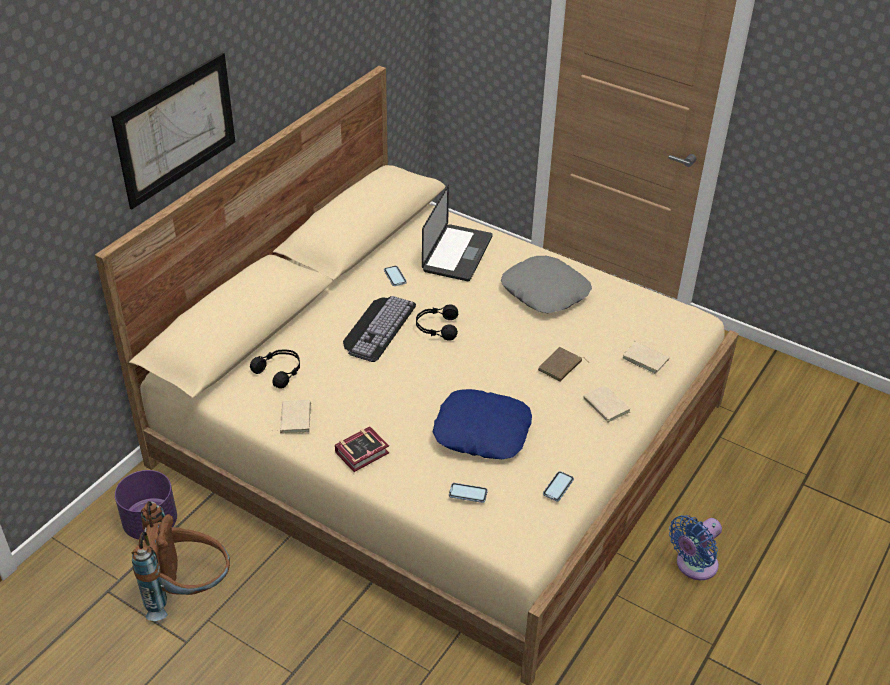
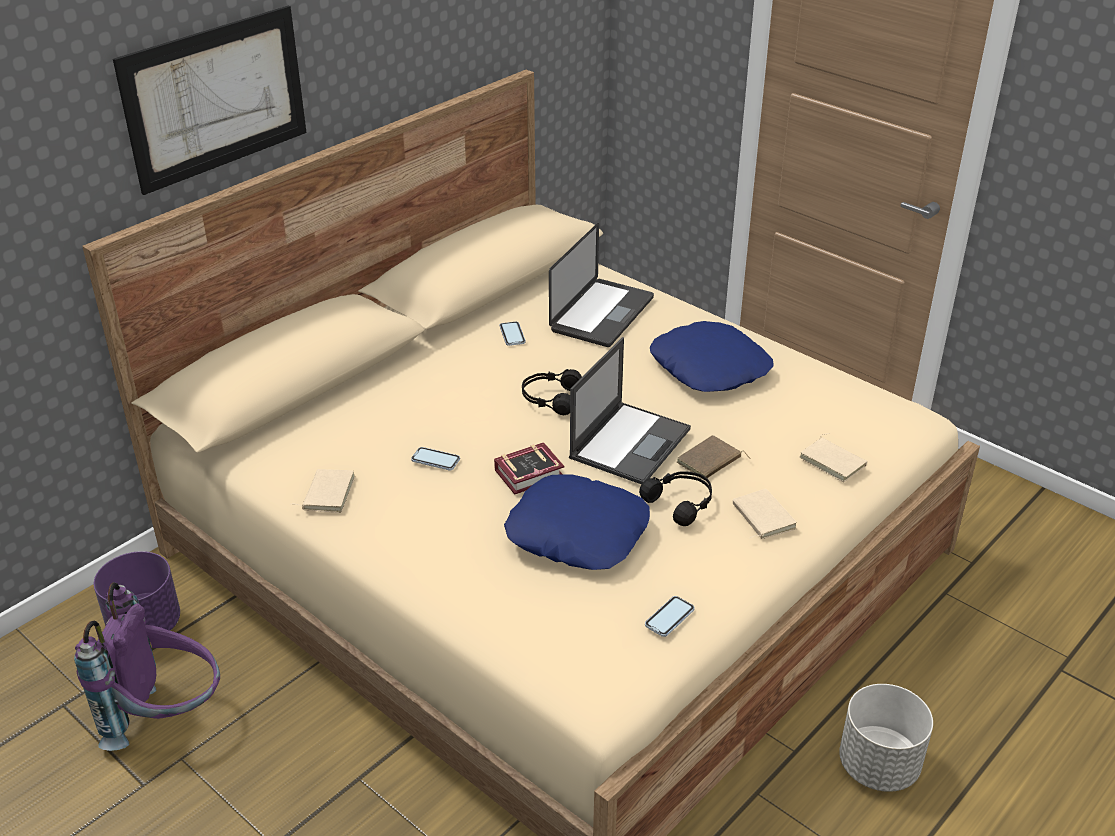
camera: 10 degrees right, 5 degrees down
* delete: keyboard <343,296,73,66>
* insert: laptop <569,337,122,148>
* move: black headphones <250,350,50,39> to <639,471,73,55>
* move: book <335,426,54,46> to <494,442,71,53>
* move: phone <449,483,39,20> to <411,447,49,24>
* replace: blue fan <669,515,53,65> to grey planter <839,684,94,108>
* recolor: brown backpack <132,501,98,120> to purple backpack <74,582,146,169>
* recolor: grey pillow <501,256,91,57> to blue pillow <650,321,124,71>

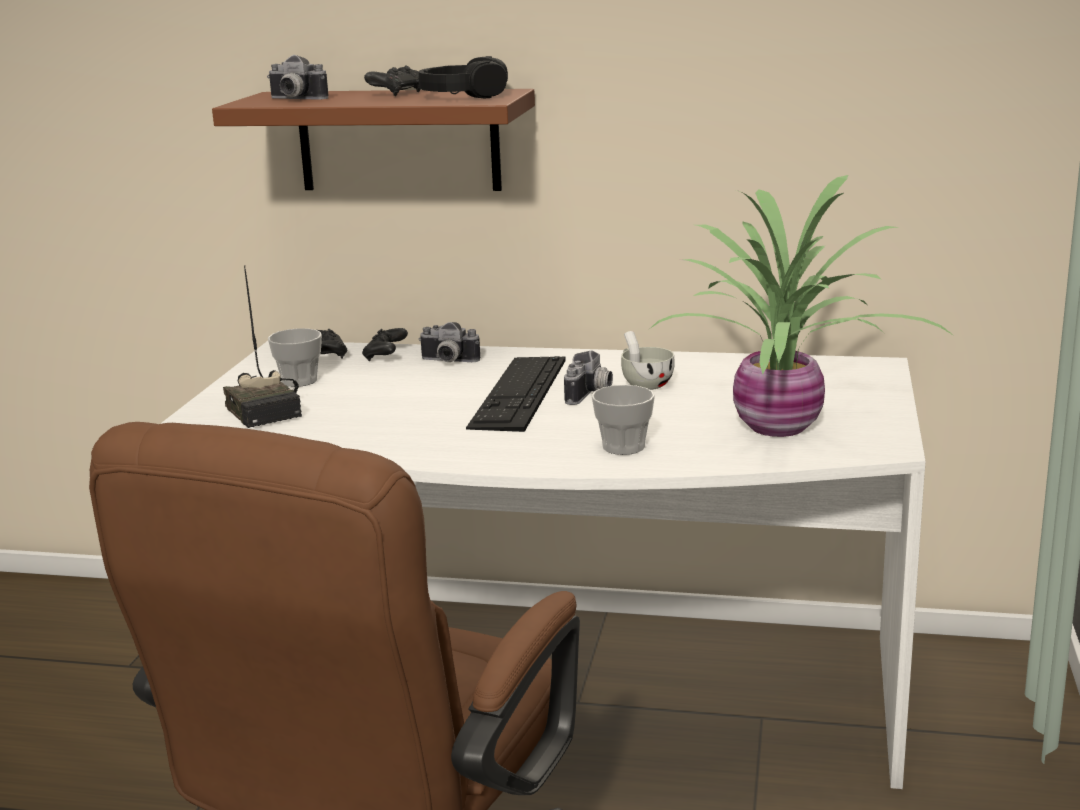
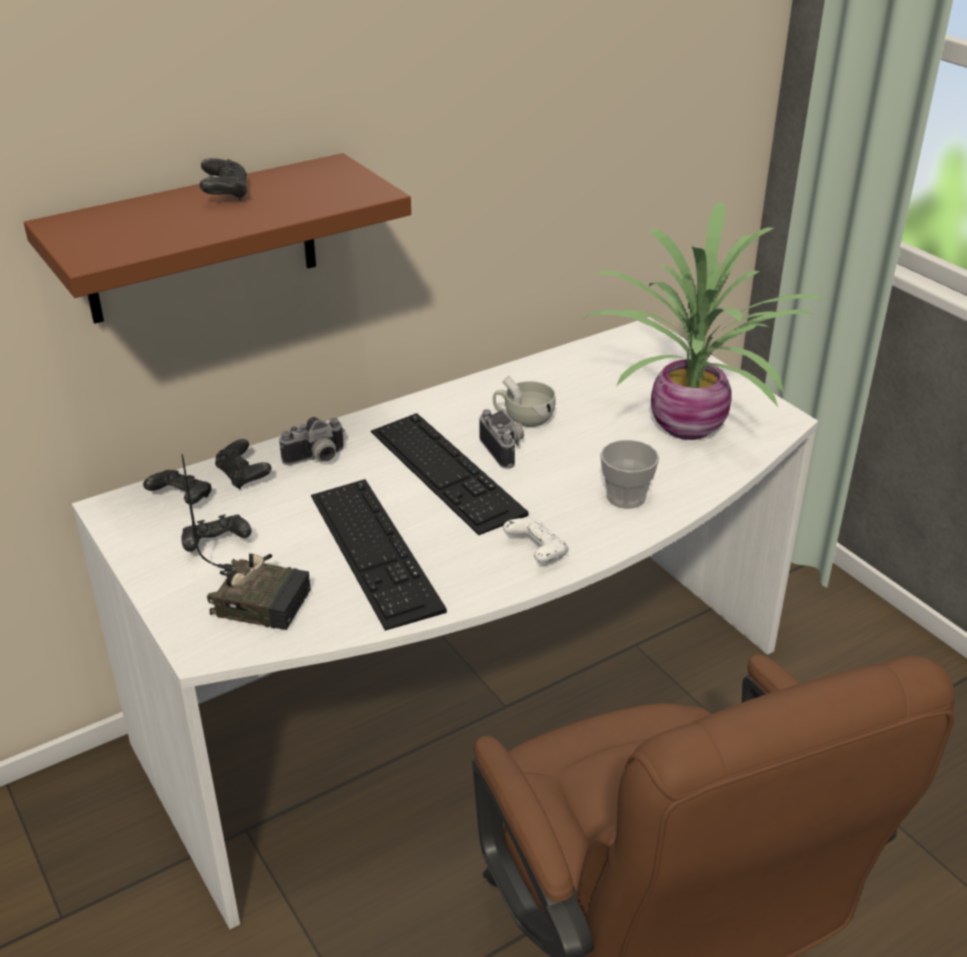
camera: 45 degrees left, 15 degrees up
* delete: photo camera <267,55,61,45>
* delete: black headphones <418,56,90,42>
* insert: keyboard <311,479,136,152>
* insert: white game controller <503,517,66,46>
* replace: cup <268,328,54,59> to black game controller <181,514,71,38>

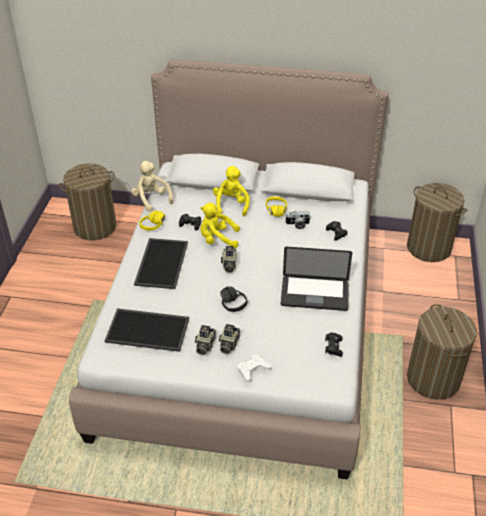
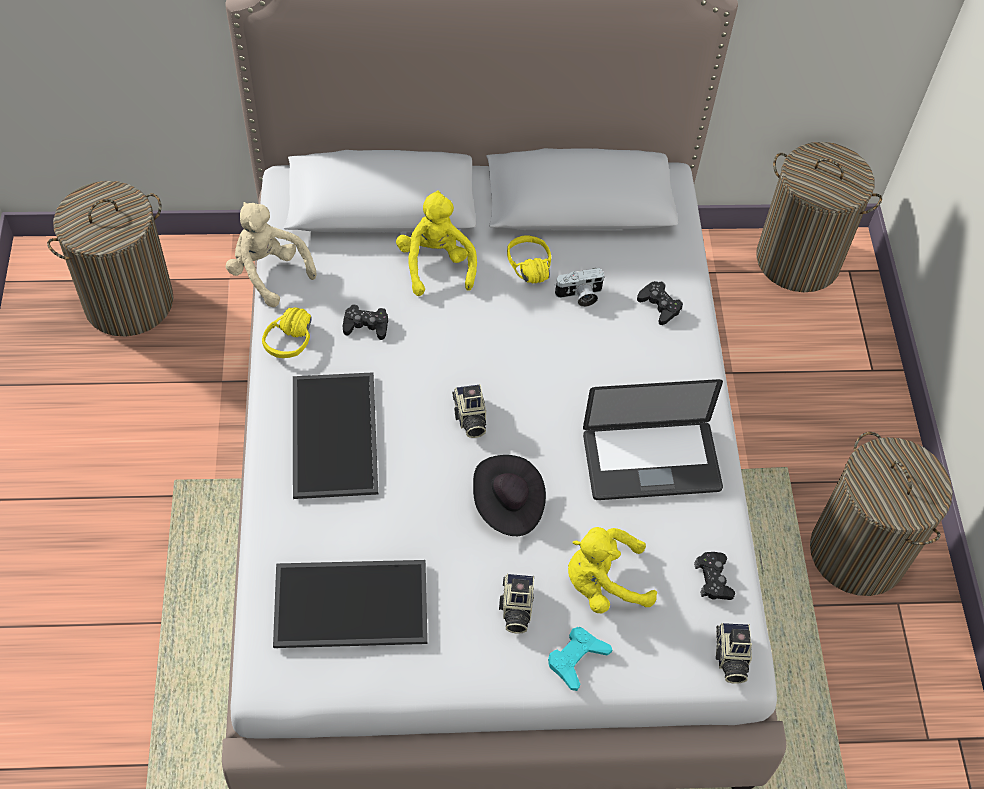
camera: 15 degrees left, 15 degrees up
* move: photo camera <195,325,21,30> to <716,623,36,61>
* move: yellow plush toy <200,203,40,46> to <568,527,89,87>
* replace: black headphones <220,287,28,25> to black hat <473,455,73,81>
* recolor: white game controller <238,354,34,28> to turquoise game controller <548,627,65,64>

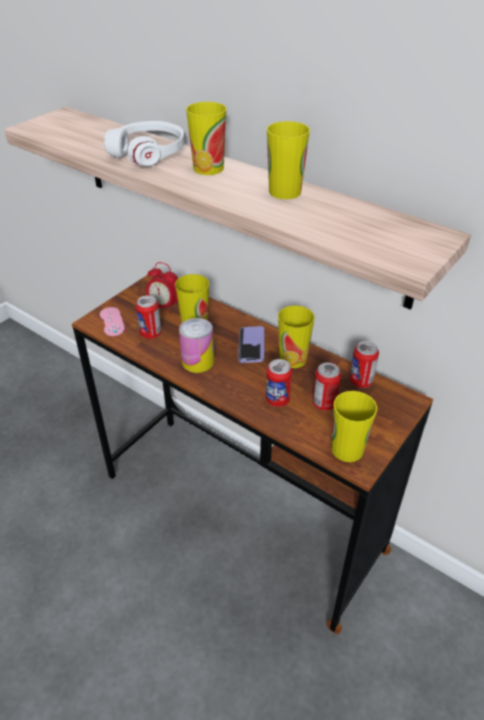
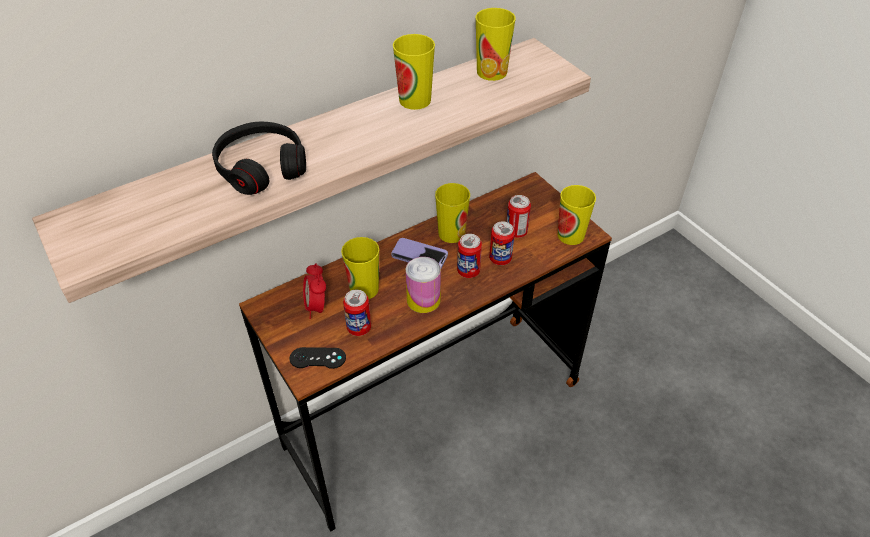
camera: 70 degrees left, 5 degrees up
* move: cup <186,102,41,73> to <475,8,41,73>
* move: can <349,341,30,47> to <457,234,25,44>
* recolor: pink game controller <100,307,25,29> to black game controller <290,347,56,22>
* recolor: white headphones <104,121,80,46> to black headphones <212,122,94,73>
* rotate: alarm clock <146,262,32,51> = <303,263,23,56> 120 degrees clockwise

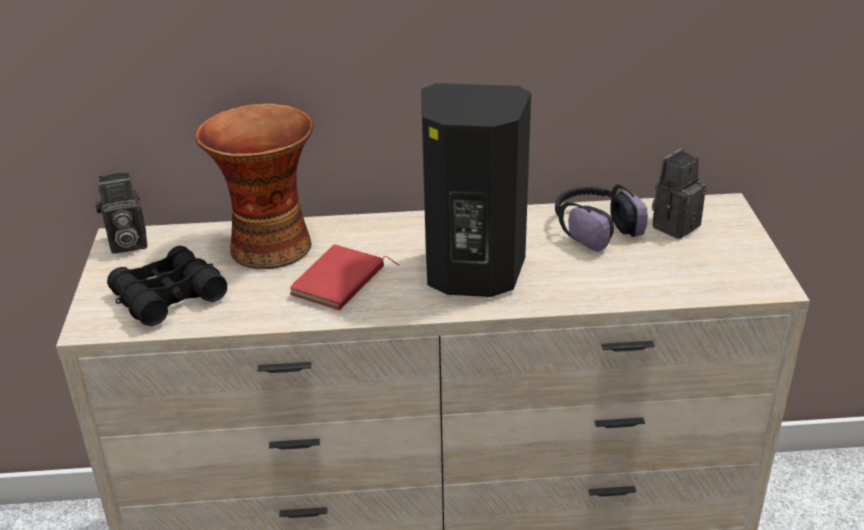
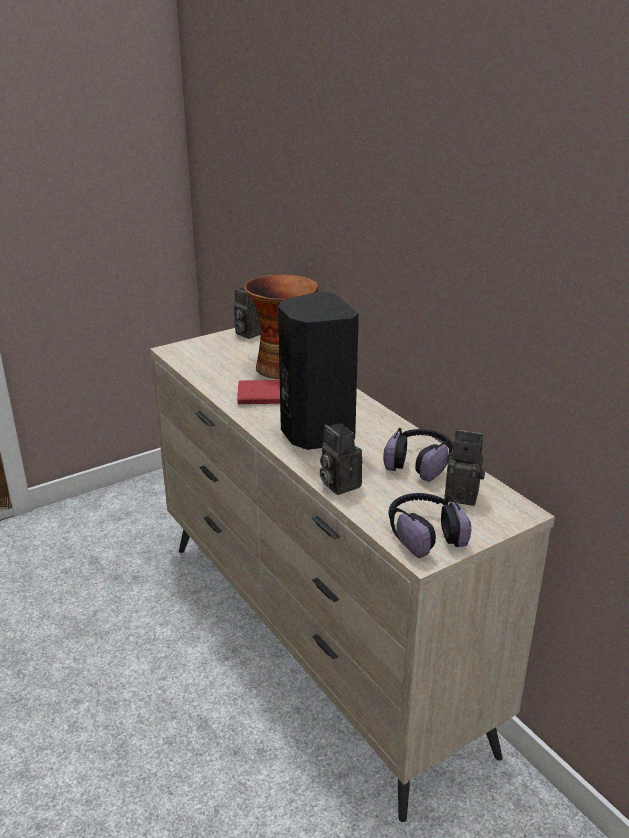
camera: 60 degrees right, 5 degrees down
* delete: black binoculars <107,246,120,80>
* insert: photo camera <320,423,42,72>
* insert: headphones <389,493,82,65>

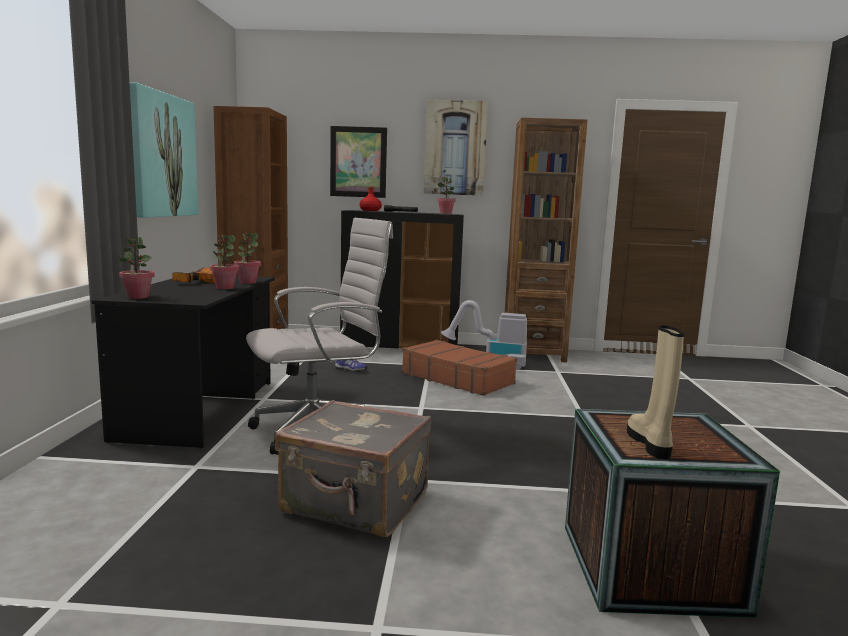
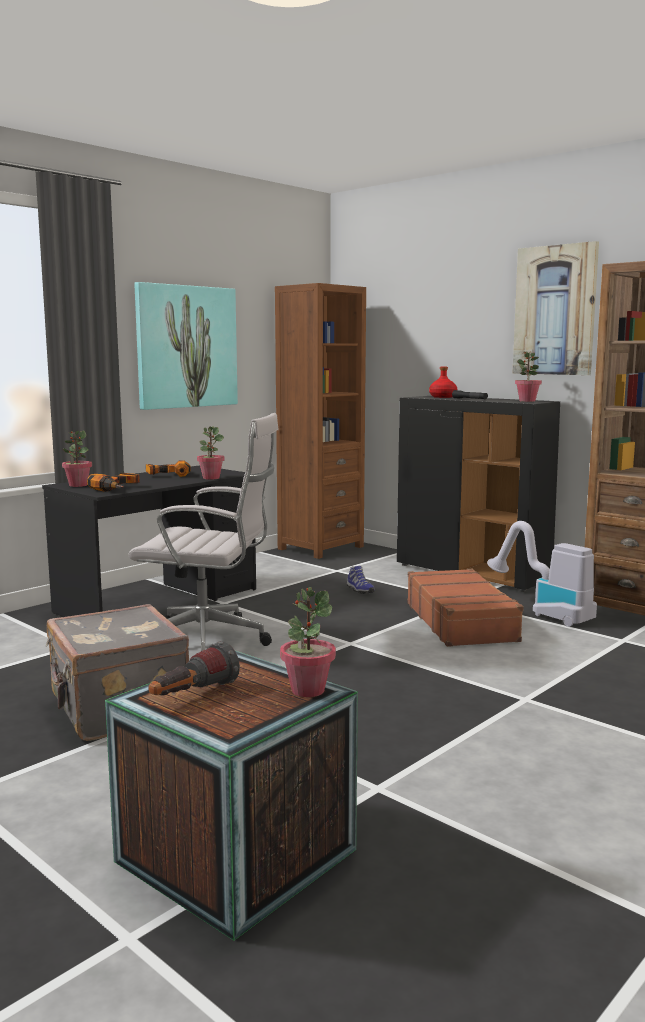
camera: 40 degrees right, 0 degrees up
* delete: picture <330,126,57,72>
* insert: power drill <87,473,53,19>
* move: potted plant <210,235,29,54> to <280,587,56,110>
* replace: beige boot <627,326,58,133> to flashlight <149,641,91,55>

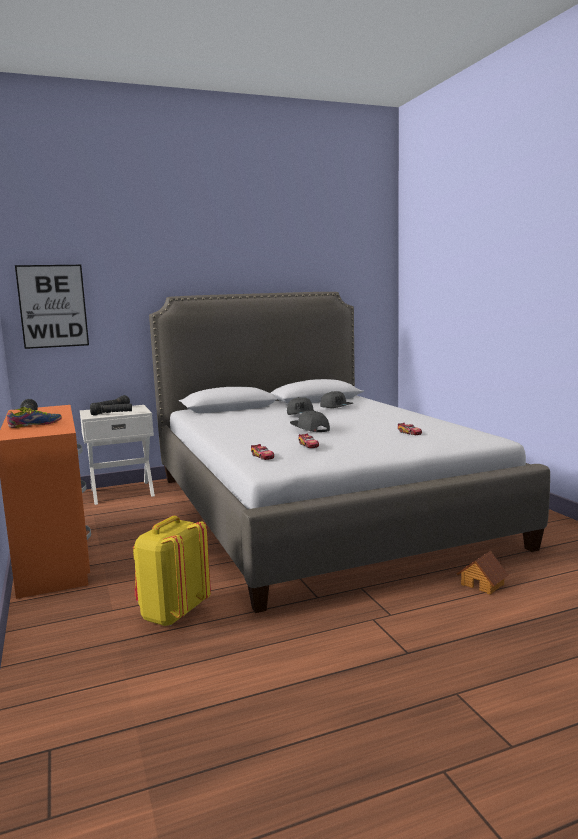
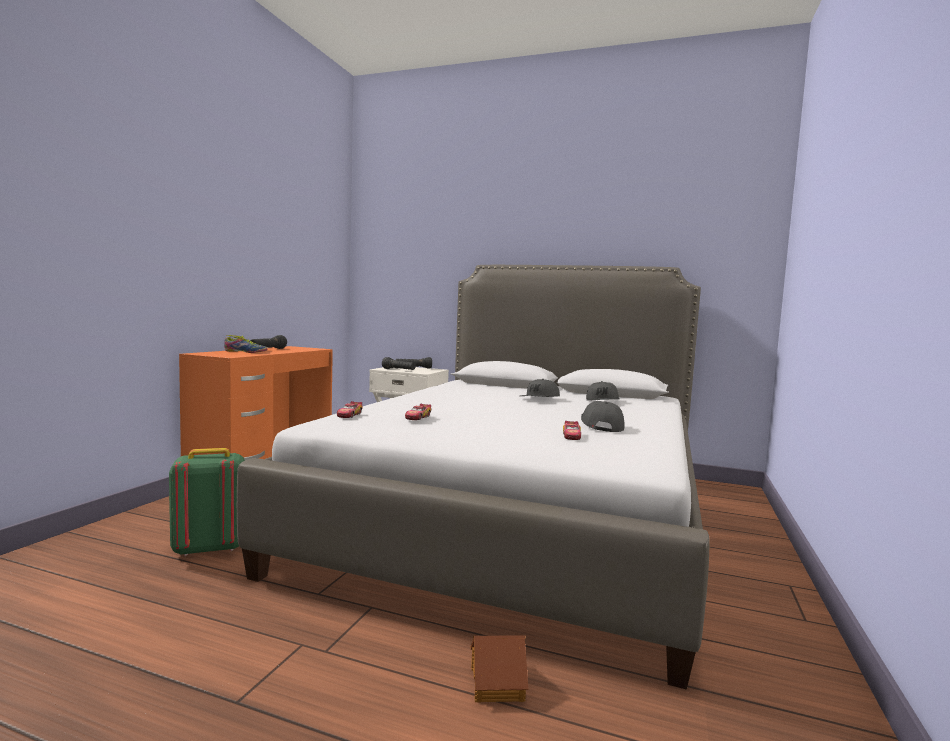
camera: 40 degrees right, 5 degrees down
* delete: picture <15,265,74,84>
* move: grey cap <290,411,40,21> to <581,401,44,31>
* recolor: yellow backpack <133,516,78,110> to green backpack <169,448,76,108>

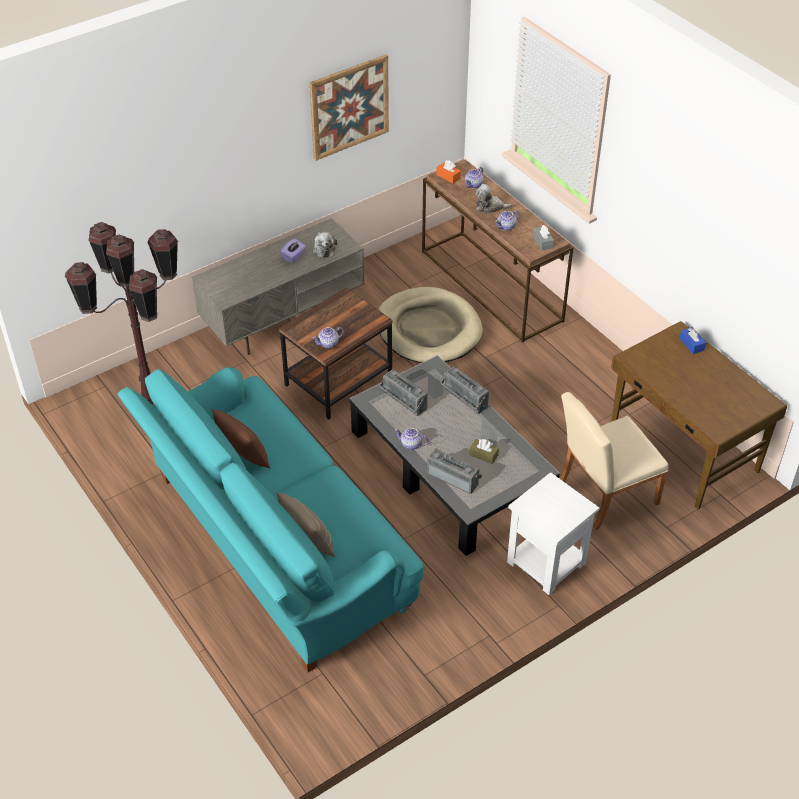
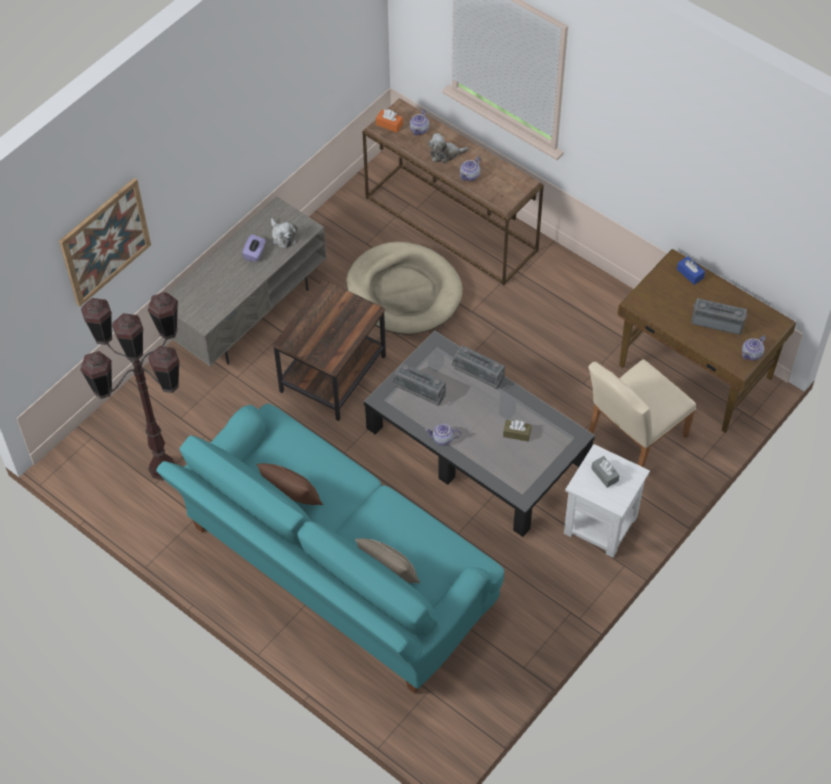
camera: 15 degrees left, 10 degrees up
* move: picture <310,55,79,106> to <59,178,92,129>
* move: teapot <313,327,31,22> to <742,335,24,26>
* move: radio <427,448,55,46> to <691,298,56,37>
* move: grey tissue box <533,225,21,25> to <591,456,29,32>

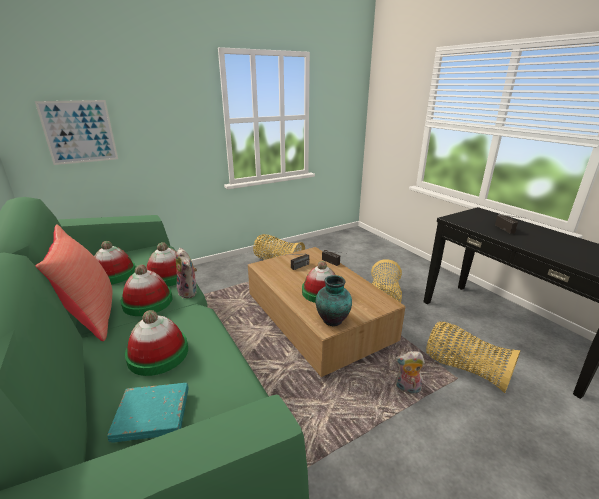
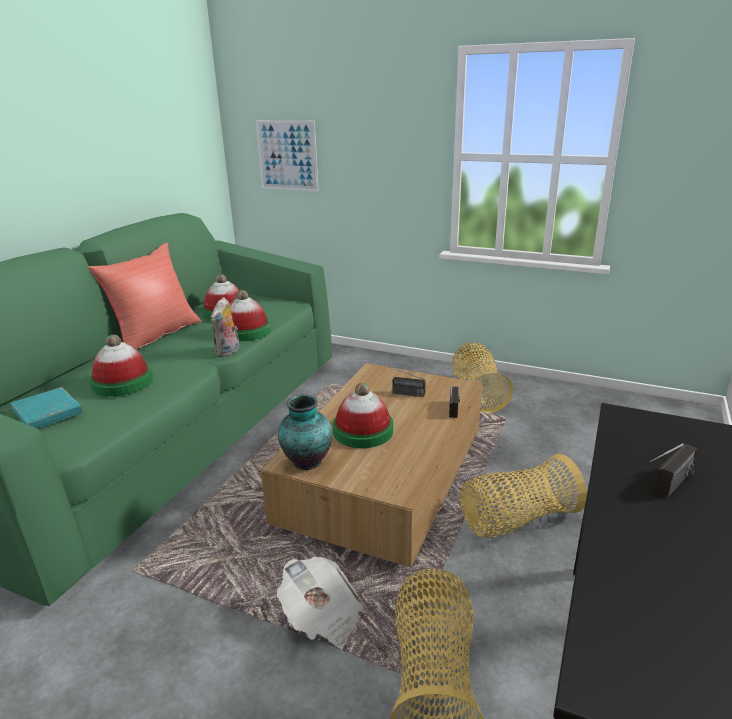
camera: 55 degrees right, 0 degrees up
* delete: hat <121,265,52,51>
* replace: plush toy <395,351,30,43> to newspaper <277,557,87,92>

